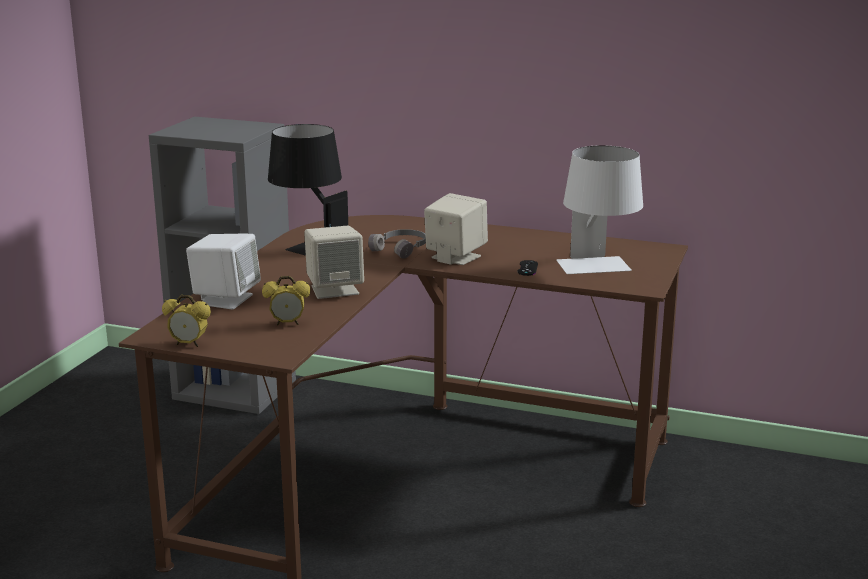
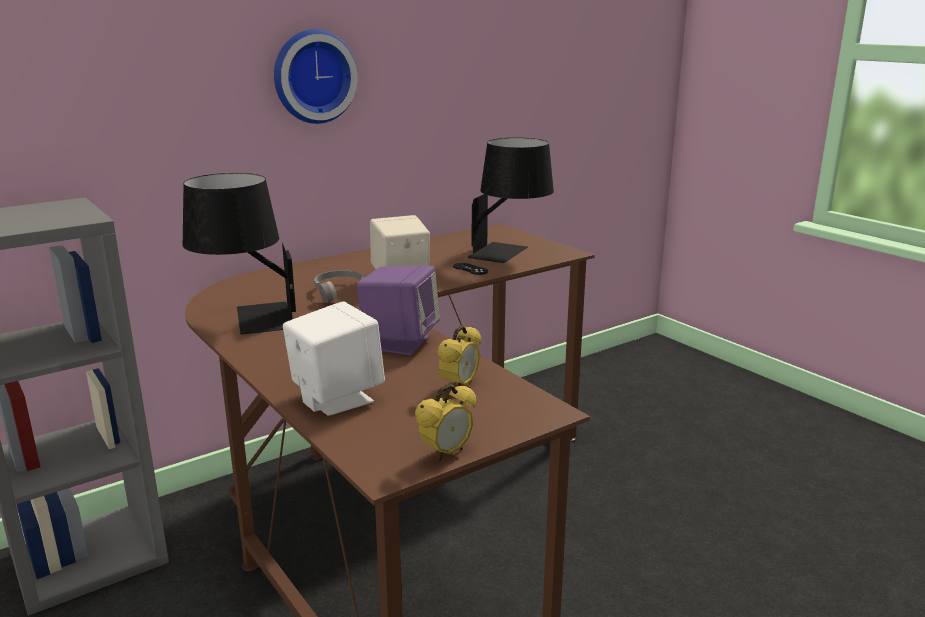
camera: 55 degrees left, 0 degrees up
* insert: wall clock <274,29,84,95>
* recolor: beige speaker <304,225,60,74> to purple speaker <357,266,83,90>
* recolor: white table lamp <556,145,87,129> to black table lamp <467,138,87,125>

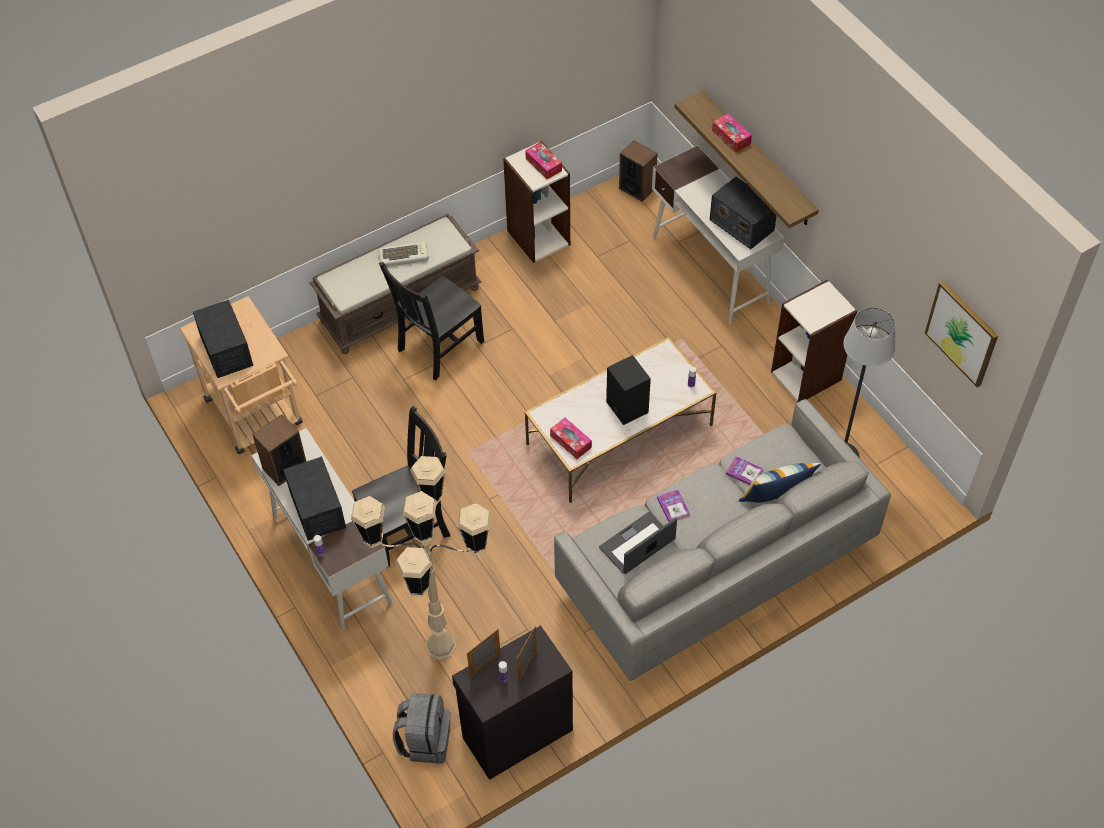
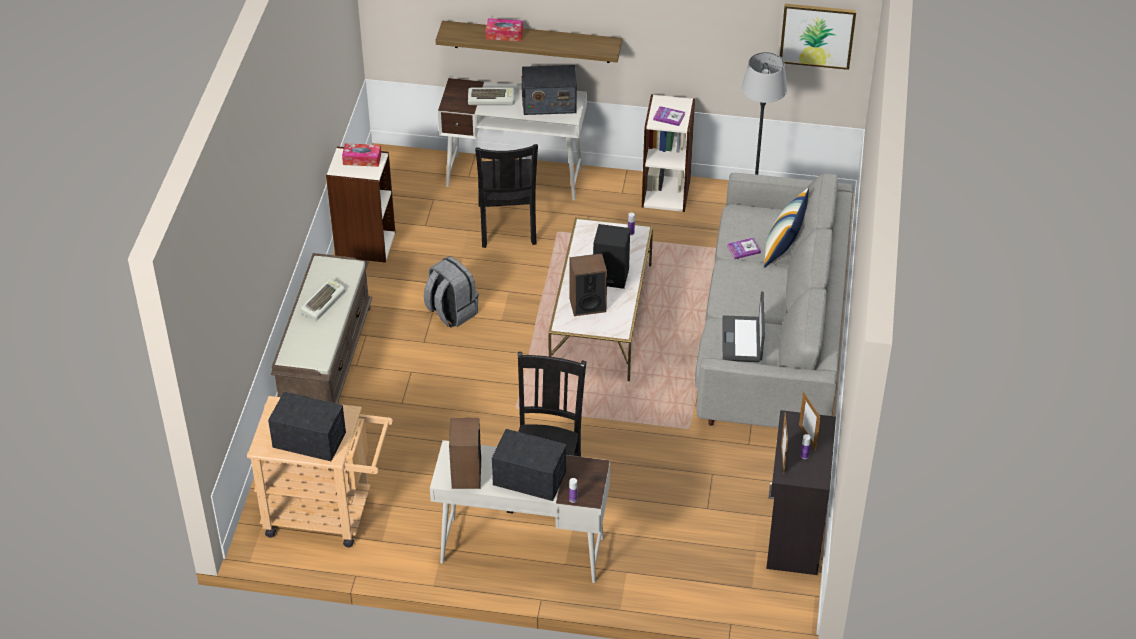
camera: 50 degrees left, 10 degrees down
* delete: beige floor lamp <351,456,140,204>
* delete: tissue box <550,418,42,41>
* insert: keyboard <468,87,47,18>
* move: black chair <379,262,105,118> to <475,144,63,104>
* move: grey backpack <393,693,57,71> to <424,256,55,71>
* move: speaker <619,140,39,62> to <570,253,37,63>
* move: book <657,489,33,33> to <653,106,32,20>

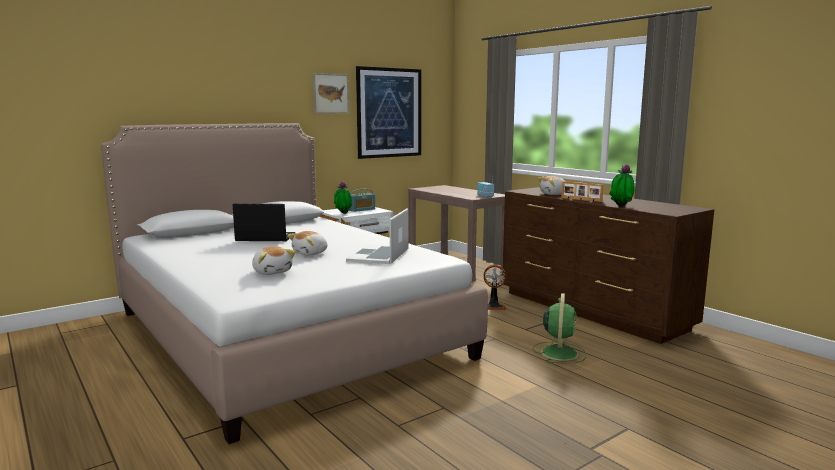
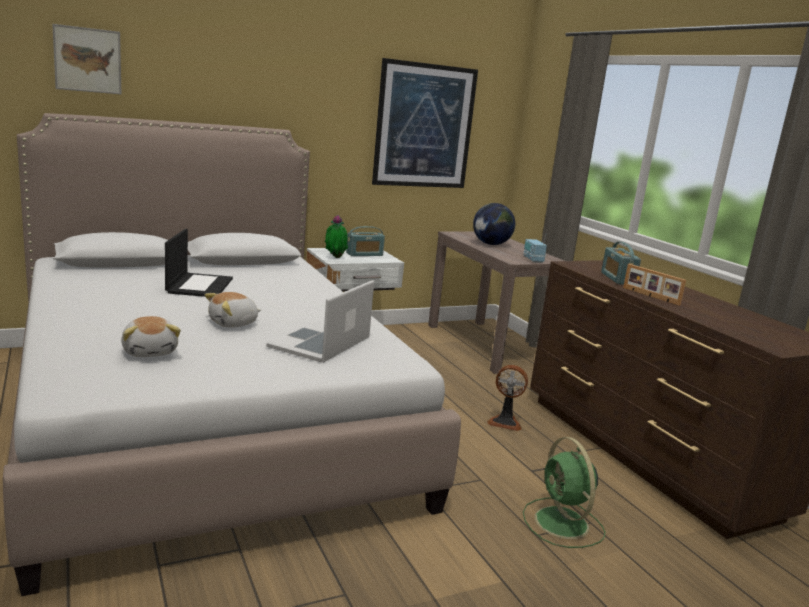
camera: 10 degrees right, 5 degrees up
* delete: potted plant <609,164,26,42>
* insert: globe <473,203,42,42>
* move: picture <313,73,36,40> to <52,24,69,70>
* replace: plush toy <537,176,28,19> to radio <601,242,40,43>
* rotate: laptop <233,204,62,37> = <165,229,68,68> 75 degrees clockwise
* rotate: green fan <533,293,53,71> = <523,437,82,111> 135 degrees clockwise

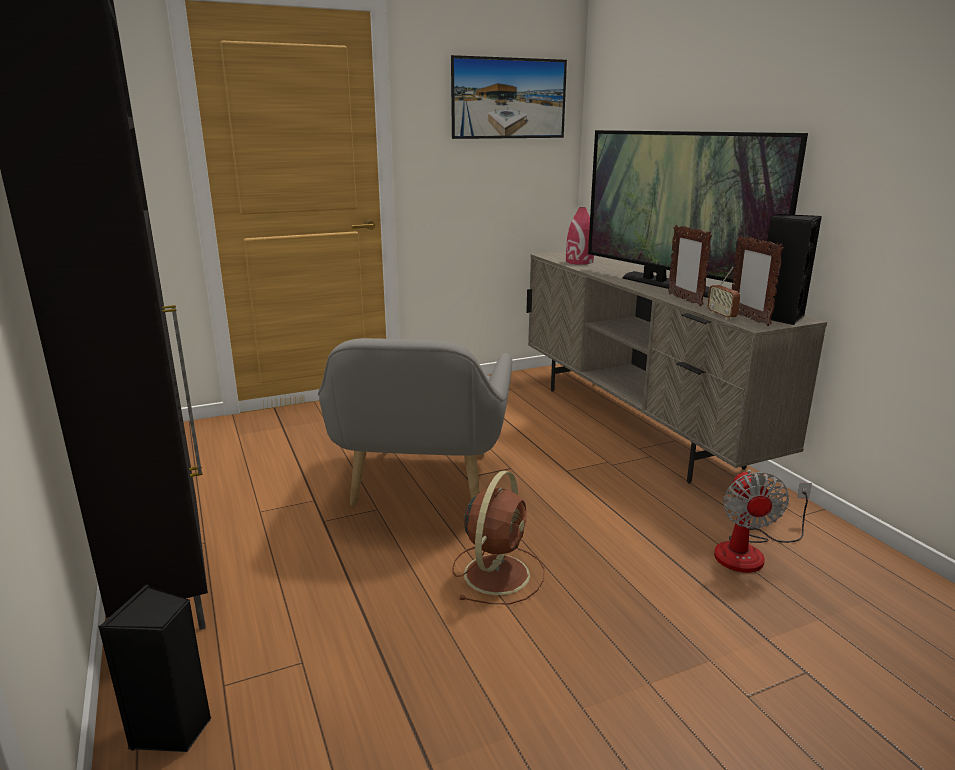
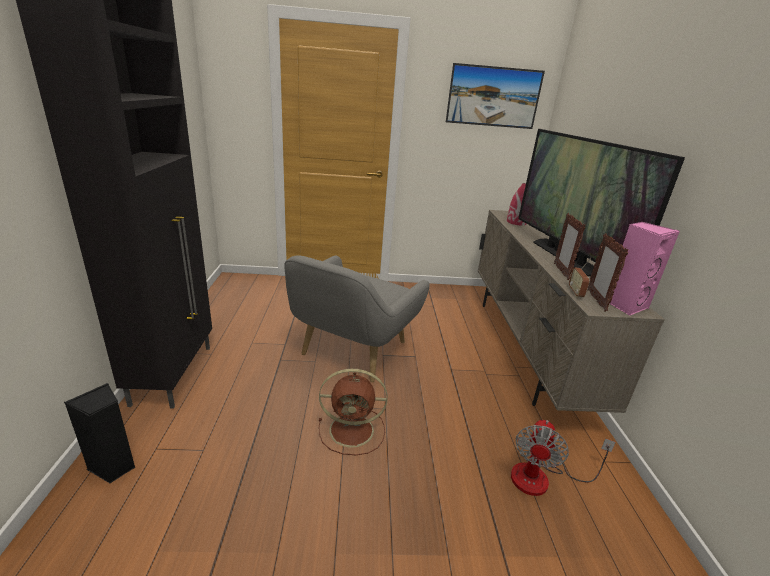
camera: 20 degrees right, 5 degrees up
* recolor: black speaker <759,214,63,111> to pink speaker <610,222,70,94>
* rotate: brown fan <452,471,93,133> = <319,369,69,86> 45 degrees clockwise

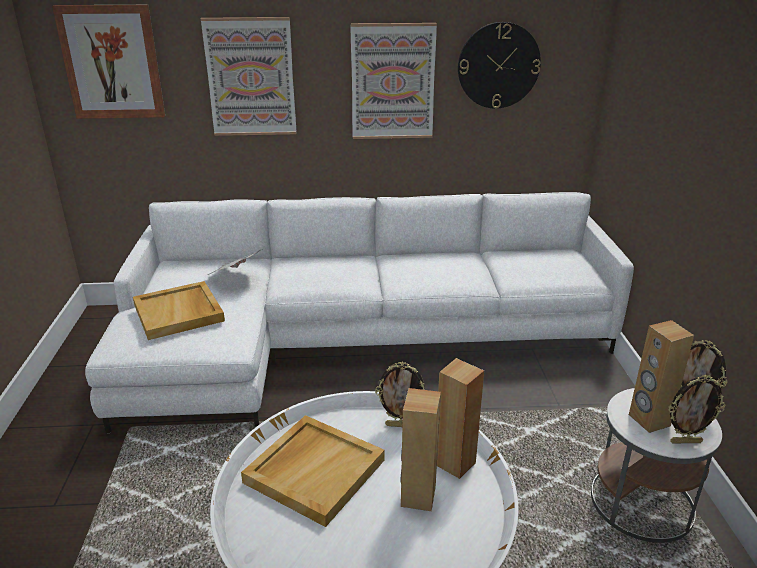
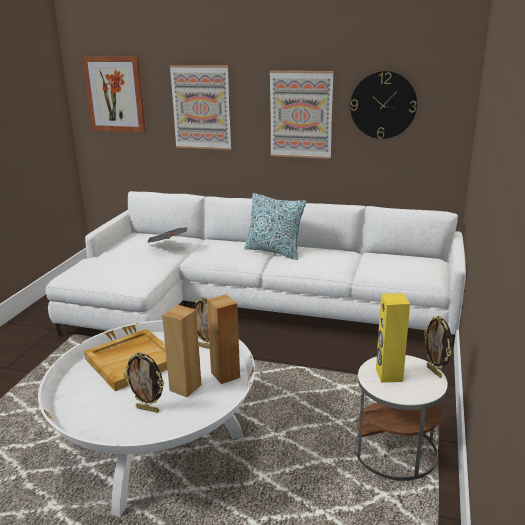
camera: 20 degrees right, 5 degrees down
* delete: beige tray <133,281,92,59>
* insert: pillow <244,193,63,67>
* move: picture frame <668,375,57,68> to <124,352,40,61>
* recolor: brown speaker <629,320,65,113> to yellow speaker <376,293,34,90>

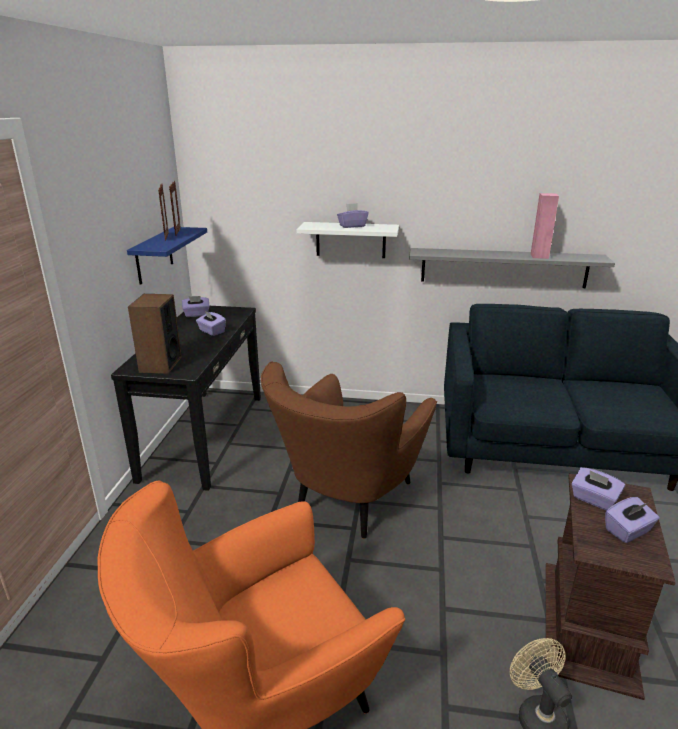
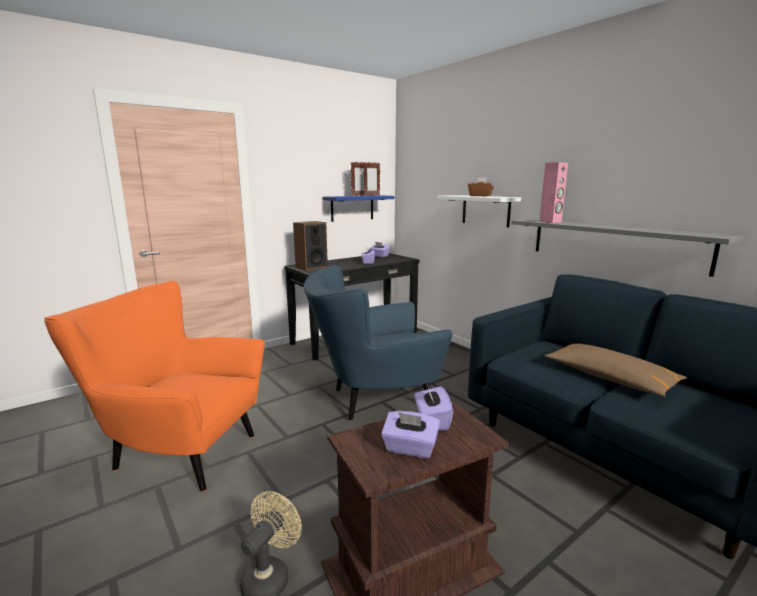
camera: 45 degrees right, 10 degrees down
* insert: brown pillow <545,344,142,53>
* move: pink speaker <531,193,28,66> to <540,162,28,61>
* recolor: brown armchair <261,361,176,178> to blue armchair <304,265,149,156>
* recolor: purple tissue box <337,203,31,25> to brown tissue box <468,177,26,19>

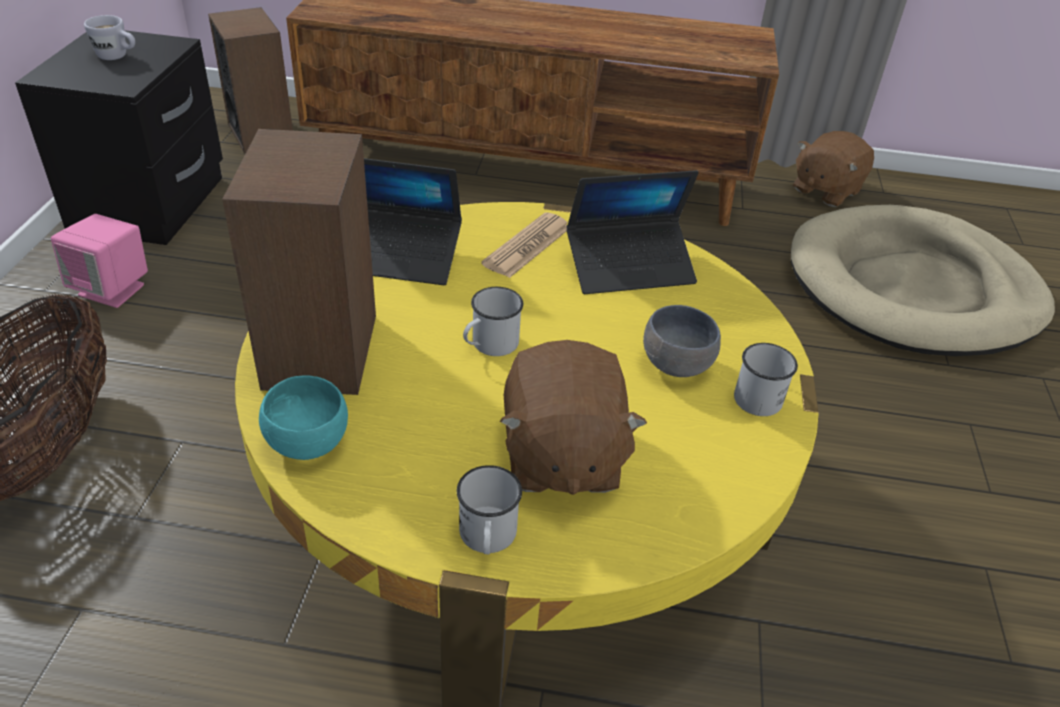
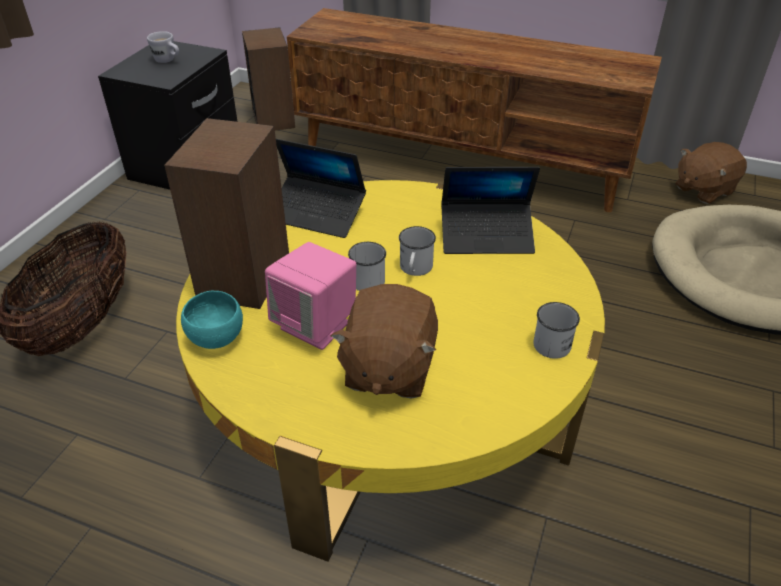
camera: 15 degrees right, 0 degrees up
* delete: newspaper <481,212,86,66>
* delete: grey bowl <643,305,78,72>
* move: pink speaker <51,214,97,94> to <265,242,91,108>
* move: white mug <457,465,65,89> to <399,226,37,50>

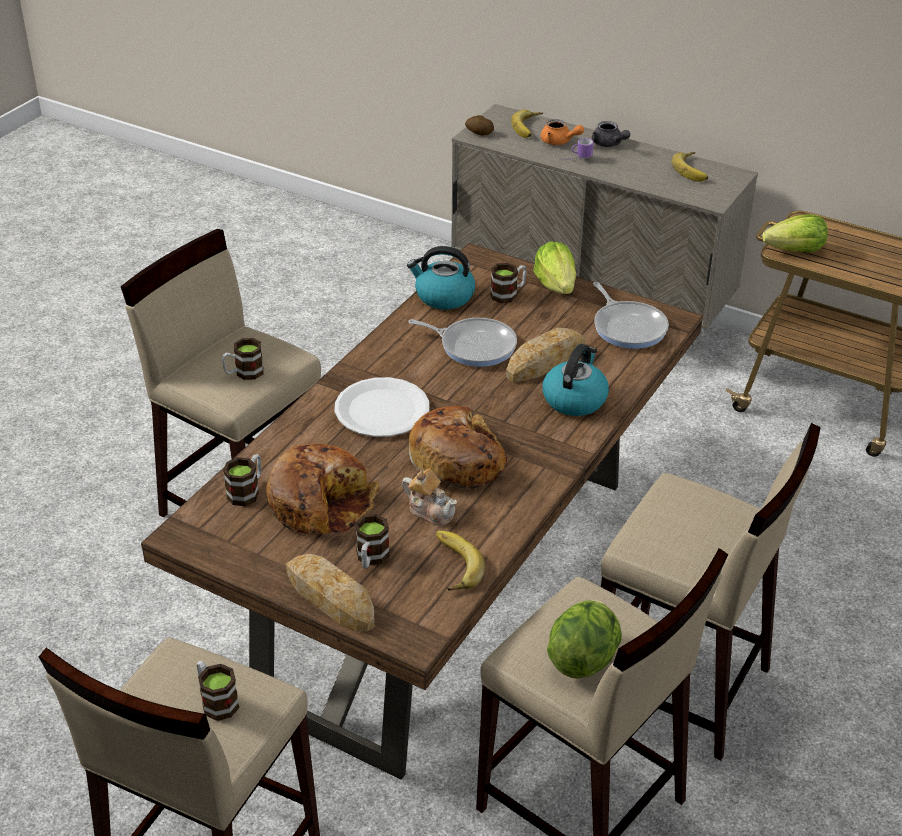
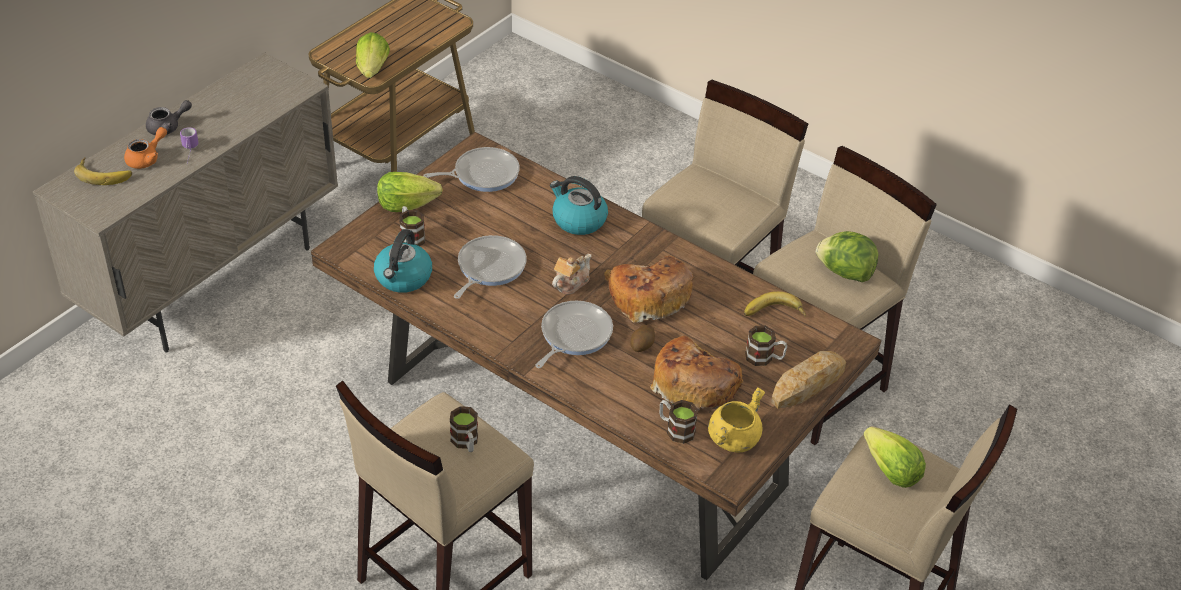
camera: 85 degrees left, 5 degrees up
* delete: bread <506,328,79,54>
* delete: banana <671,152,37,30>
* insert: yellow cooking pot <708,387,57,65>
* move: teapot <402,469,55,57> to <552,254,40,41>
* move: potato <465,115,29,20> to <630,325,25,27>
* replace: mug <197,661,42,60> to lettuce <863,427,63,61>
* replace: white plate <335,377,94,60> to frying pan <536,301,77,67>

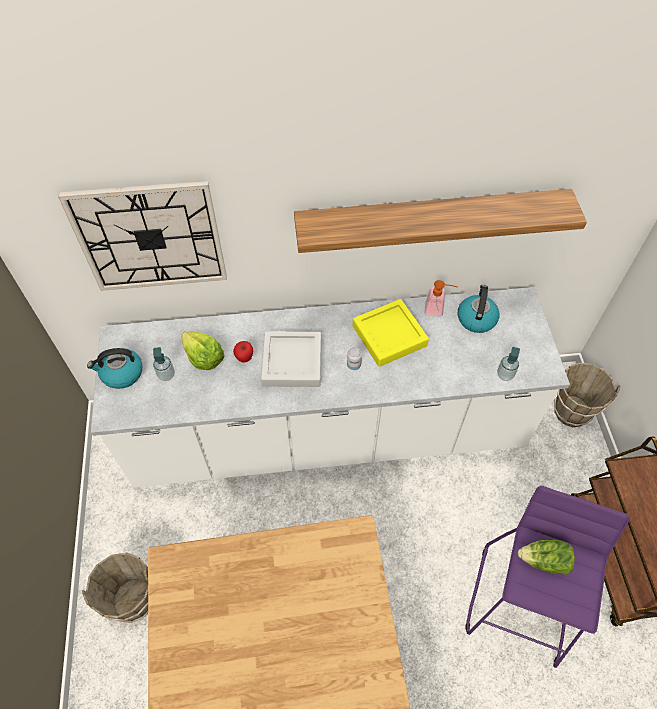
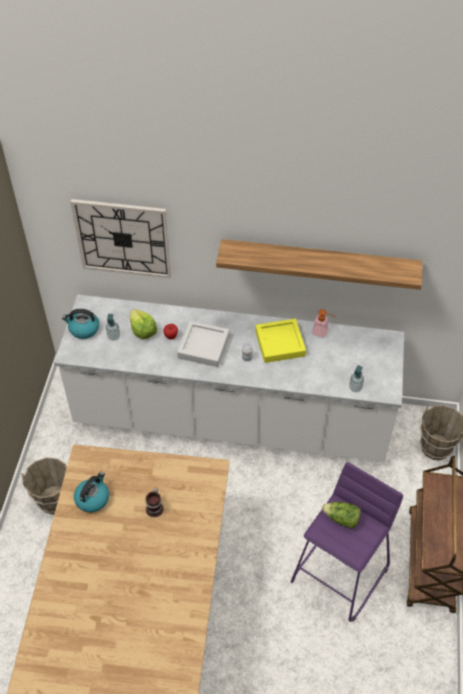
camera: 15 degrees right, 5 degrees down
* insert: mug <146,488,18,29>
* move: kettle <458,285,41,48> to <74,472,35,41>

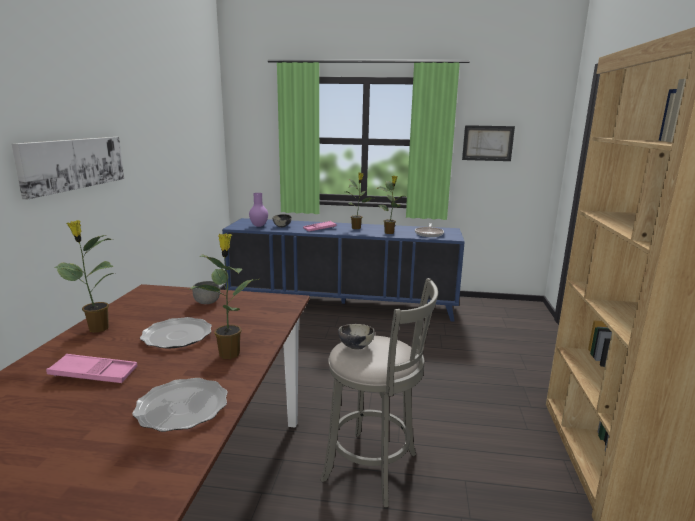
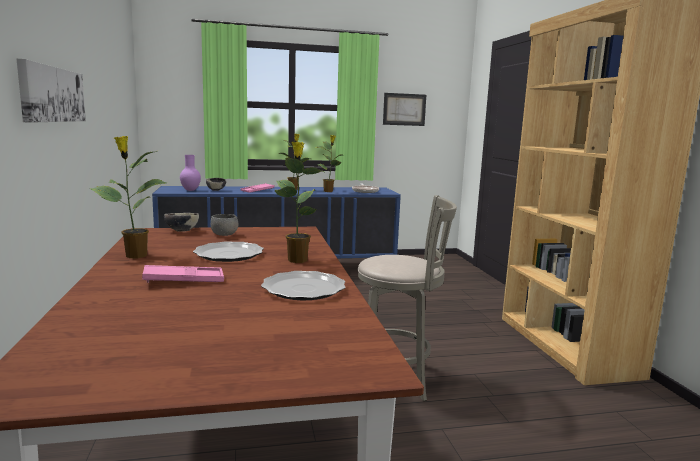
camera: 20 degrees left, 5 degrees down
* move: bowl <338,324,37,25> to <164,213,35,19>

